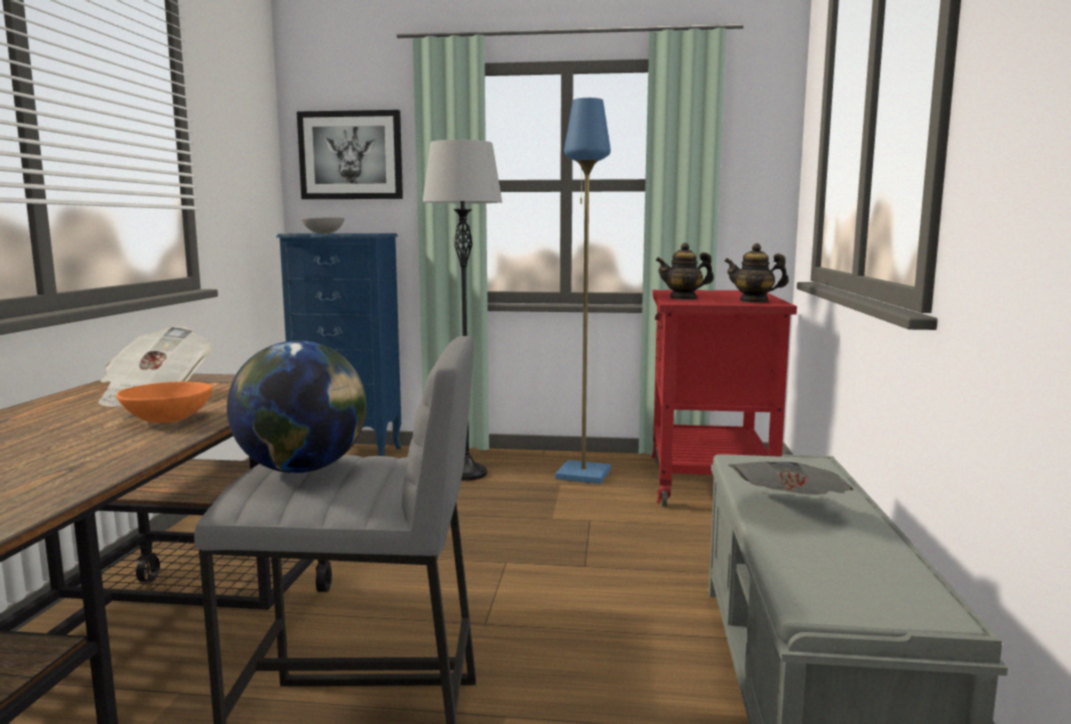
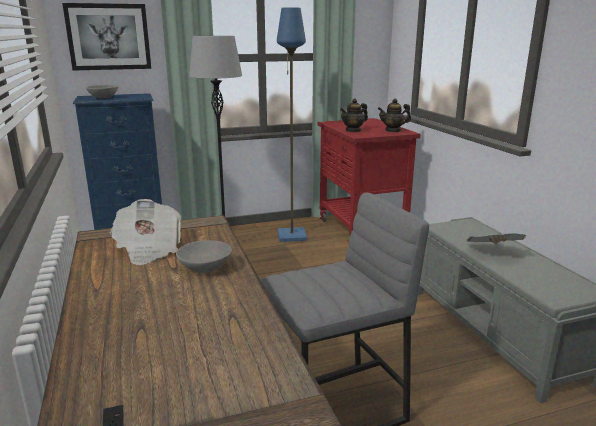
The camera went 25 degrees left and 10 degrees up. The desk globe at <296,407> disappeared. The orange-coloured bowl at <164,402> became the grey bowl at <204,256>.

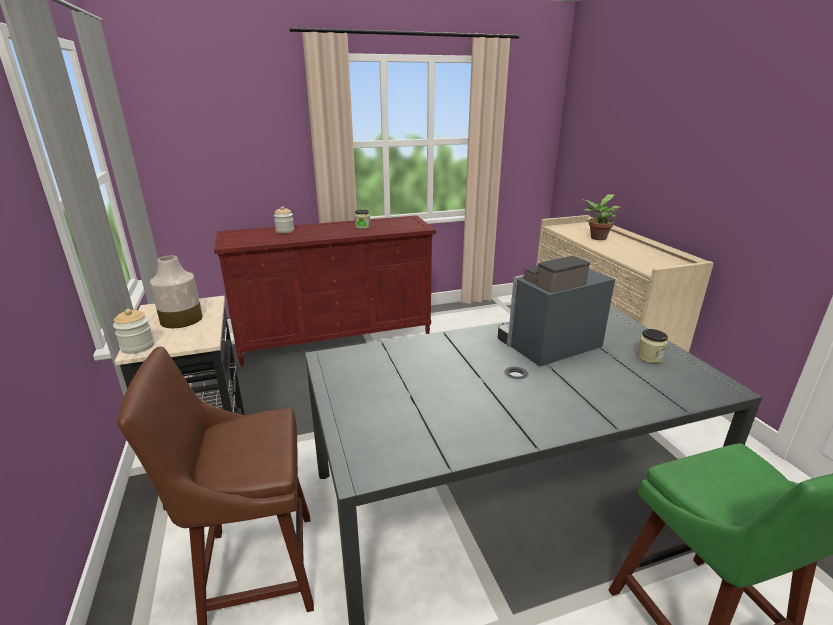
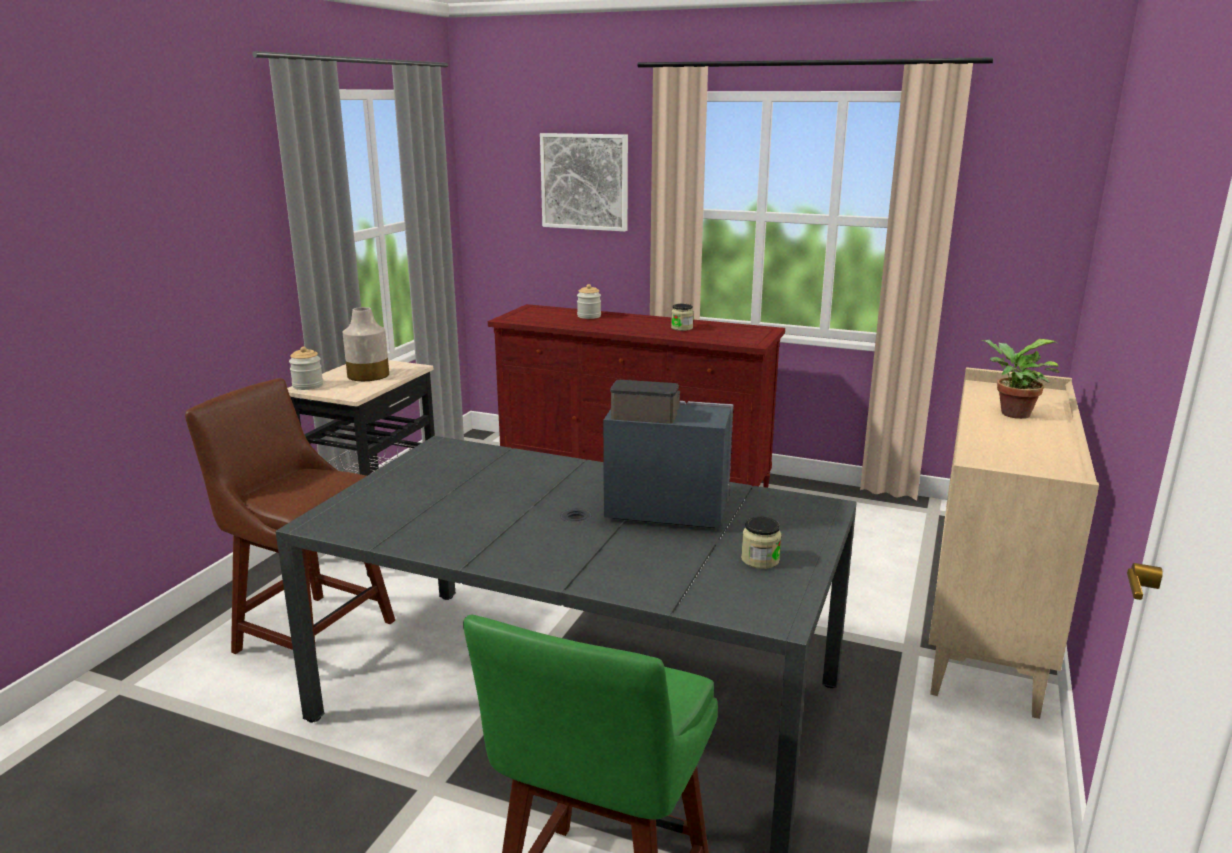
The camera went 40 degrees right and 5 degrees down. The wall art at <584,182> appeared.

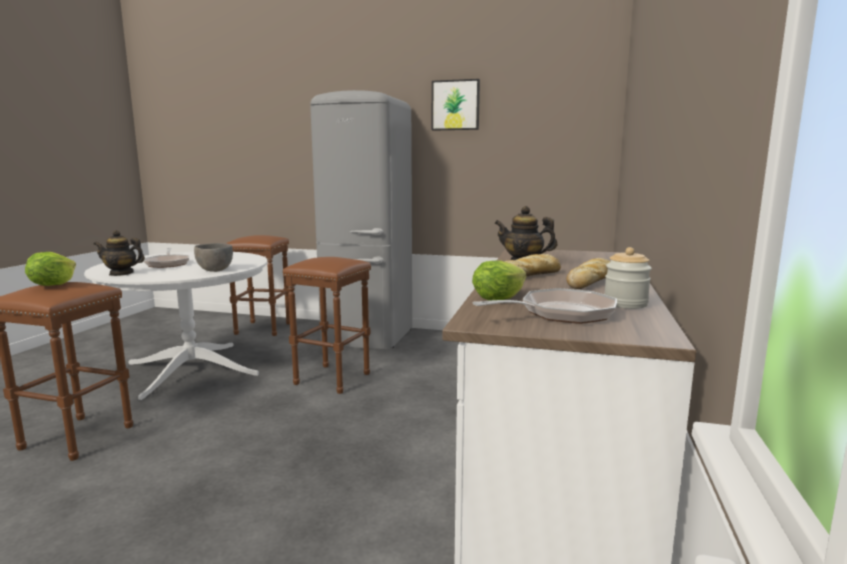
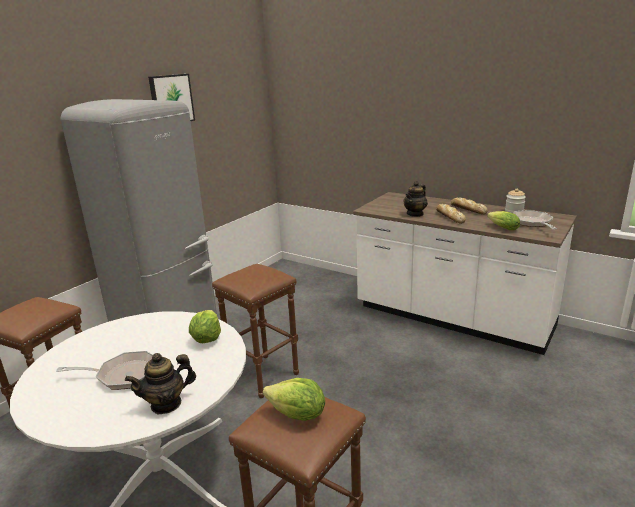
The camera went 70 degrees left and 10 degrees up. The grey bowl at <213,257> was replaced by the lettuce at <205,326>. The tea pot at <119,253> turned 45 degrees clockwise.

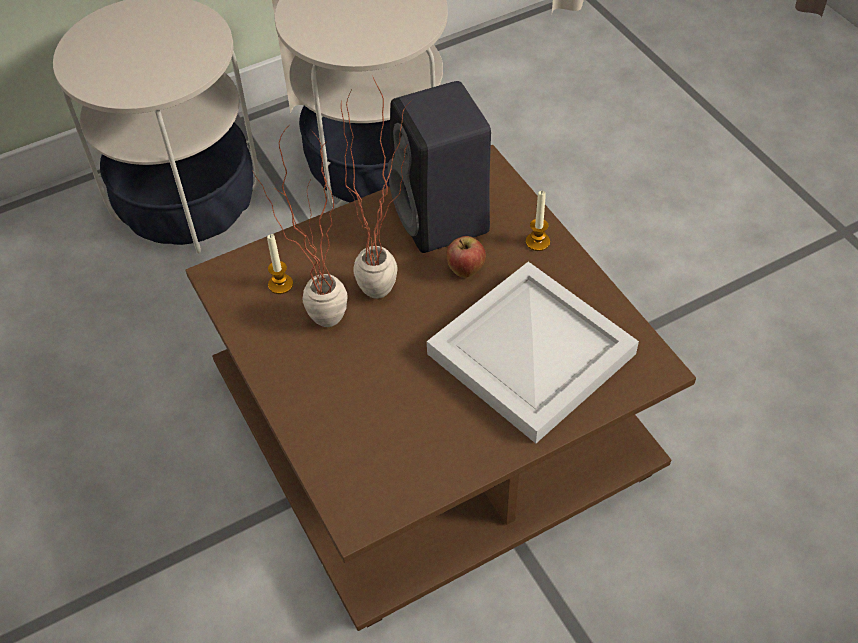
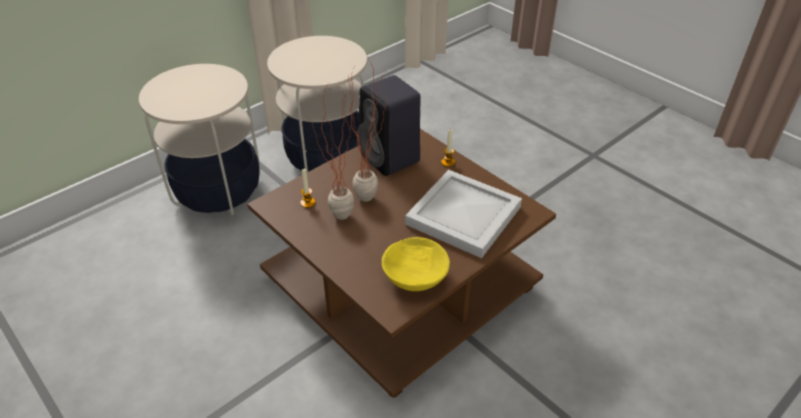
The camera went 15 degrees left and 10 degrees down. The whole apple at <466,256> disappeared. The yellowish bowl at <416,264> appeared.

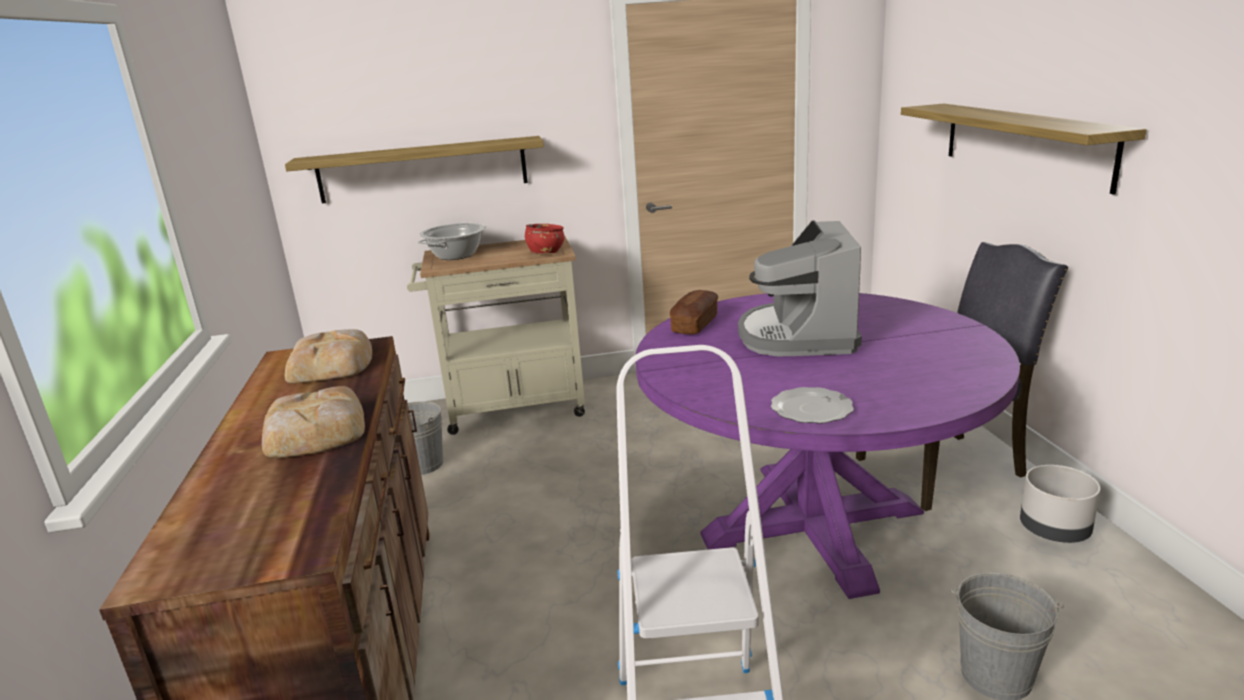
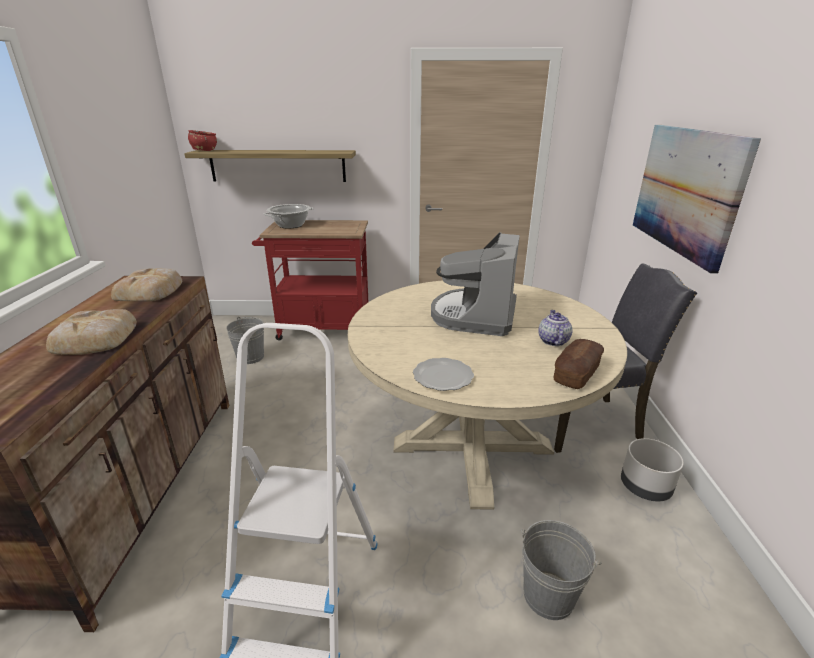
The camera went 10 degrees right and 5 degrees up. The tea pot at <555,328> appeared. The red bowl moved from <544,238> to <202,140>. The bread moved from <694,312> to <578,364>. The shelf at <1024,149> was replaced by the wall art at <697,199>. The beige-coloured trolley at <496,335> became the red trolley at <310,280>. The purplish kitchen table at <828,446> became the beige-coloured kitchen table at <487,395>.

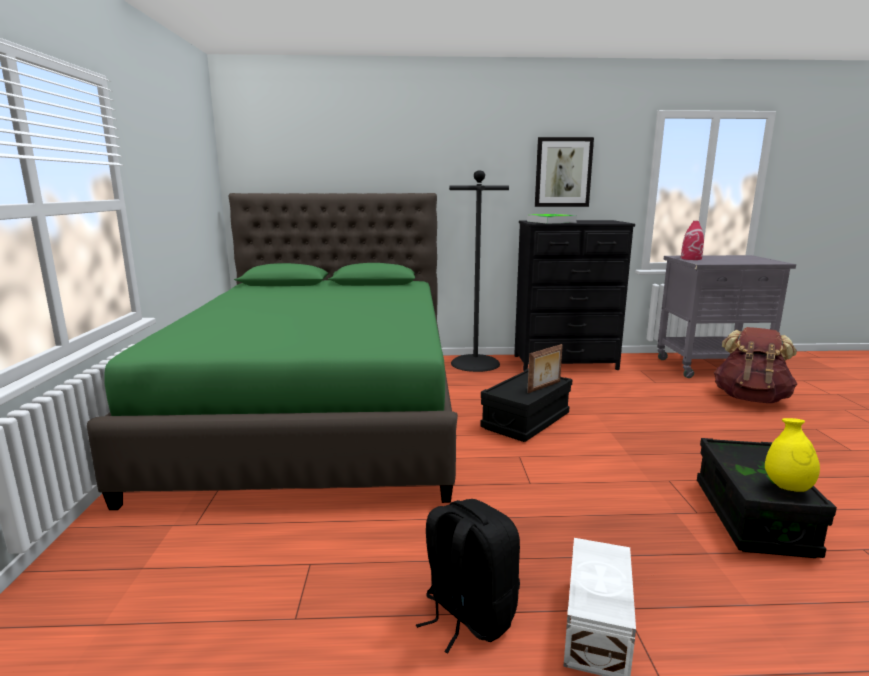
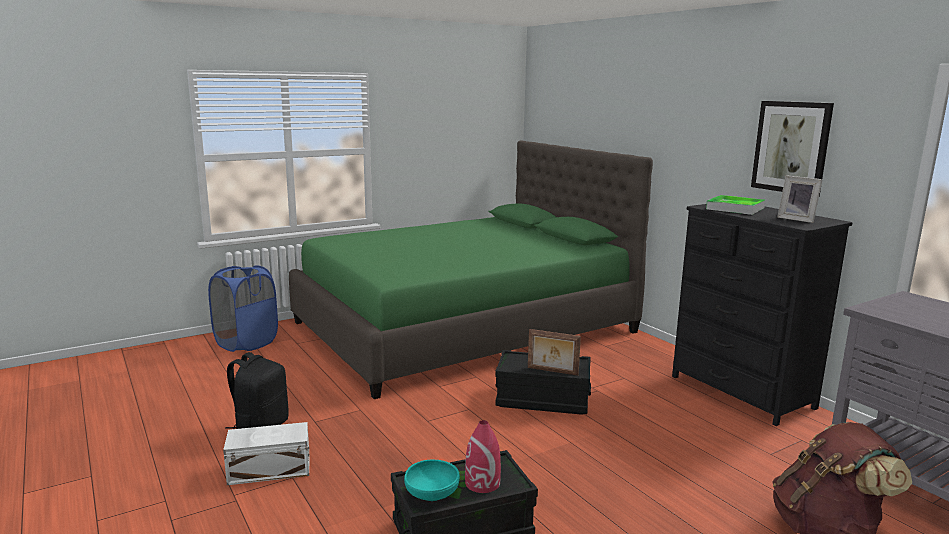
The camera went 60 degrees right and 0 degrees up. The black garment rack at <479,271> disappeared. The blue laundry basket at <243,308> appeared. The standing frame at <800,199> appeared. The red decorative vase moved from <692,240> to <483,456>. The yellowish decorative vase at <792,455> was replaced by the blue-green bowl at <432,480>.

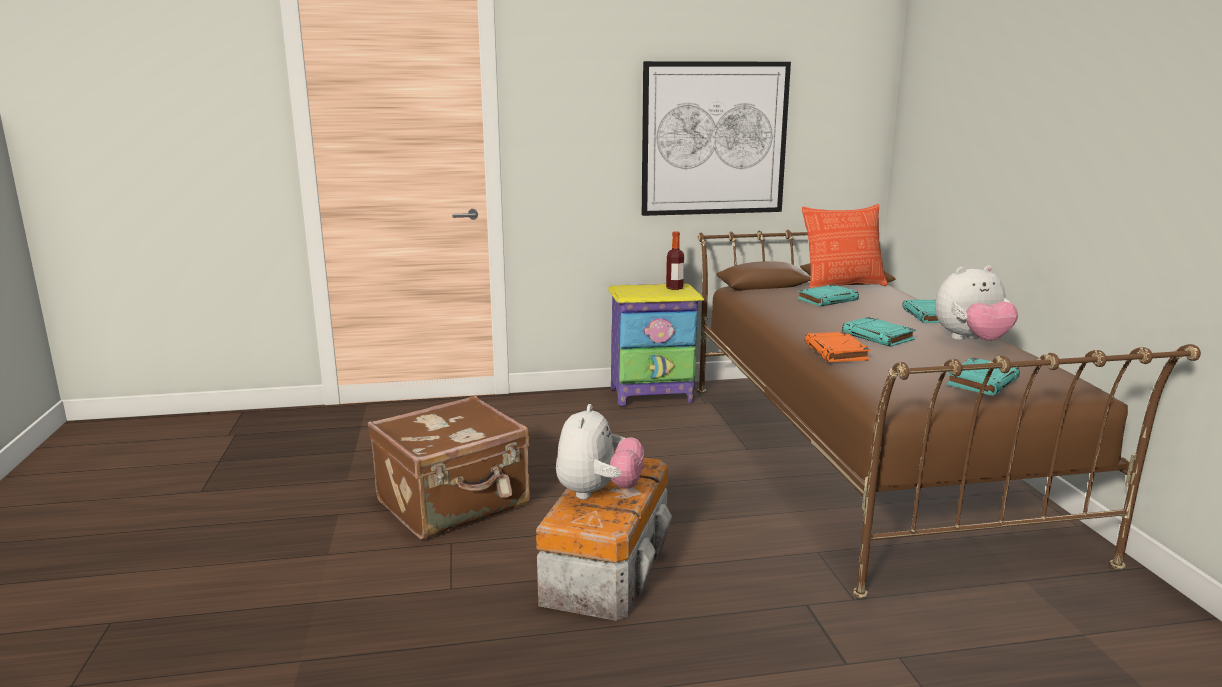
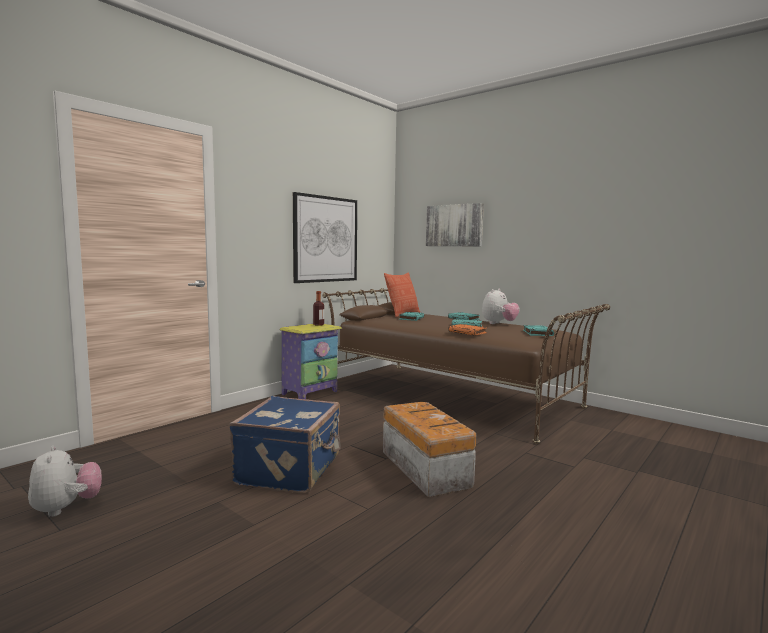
The camera went 40 degrees left and 10 degrees down. The wall art at <455,224> appeared. The soft toy moved from <600,451> to <65,481>. The brown-coloured piece of luggage at <449,467> became the blue piece of luggage at <285,445>.

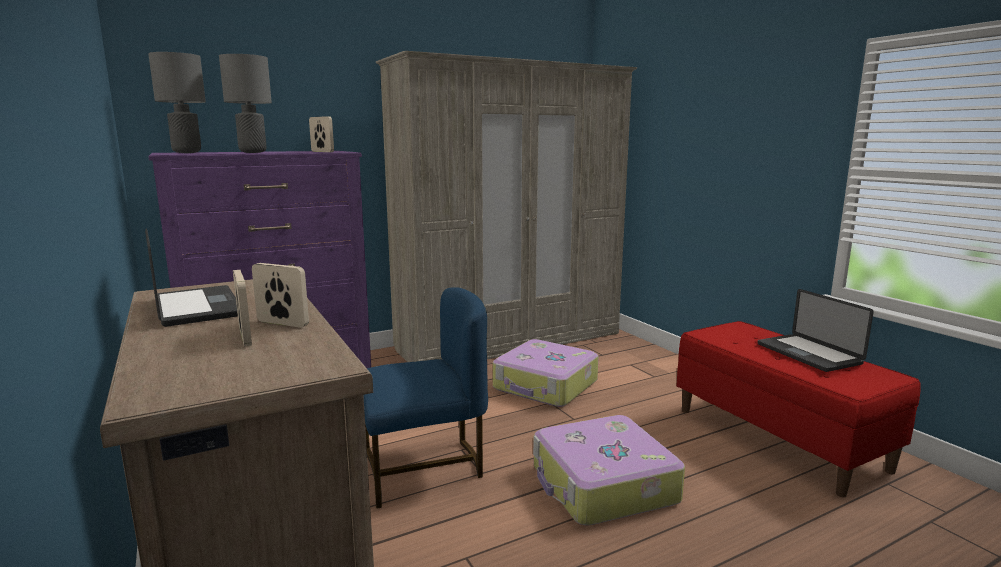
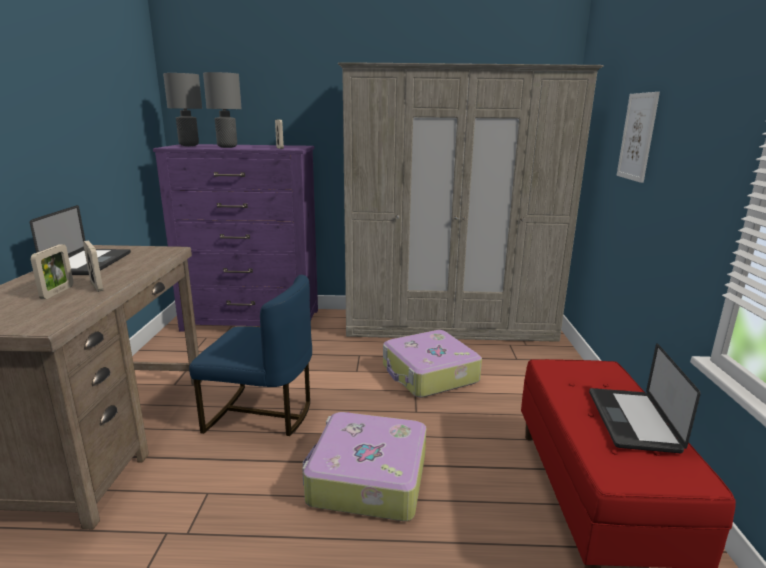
The camera went 30 degrees right and 5 degrees up. The wall art at <638,137> appeared.

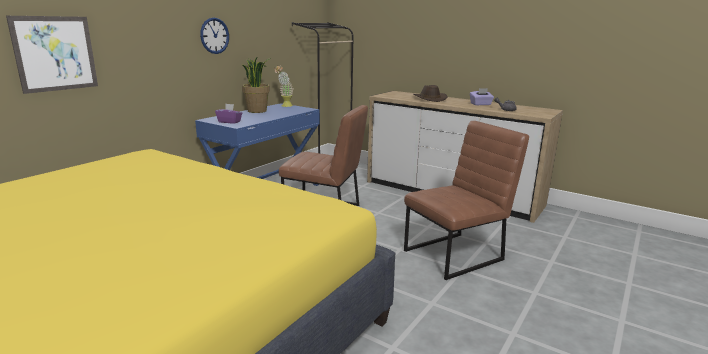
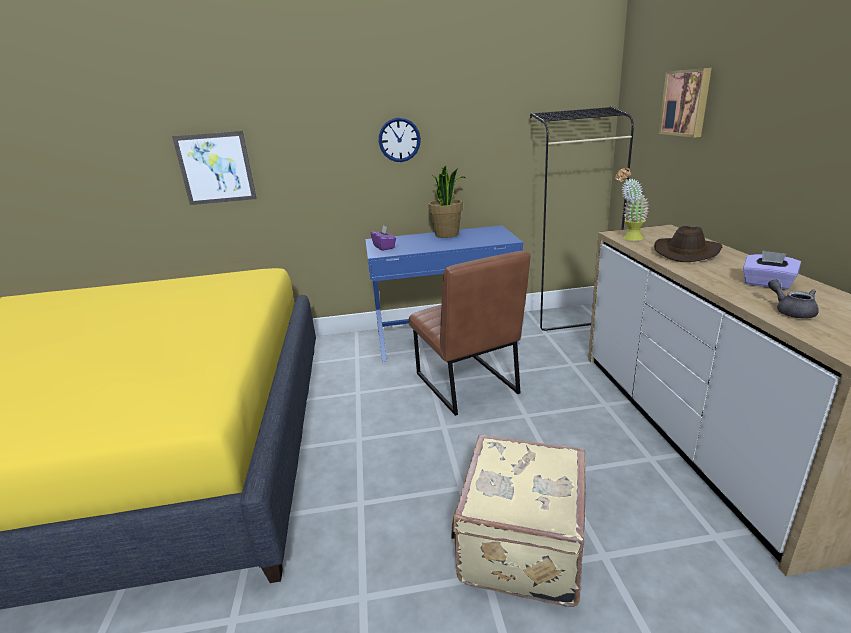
The camera went 50 degrees right and 5 degrees up. The wall art at <685,103> appeared. The potted plant moved from <283,86> to <632,204>. The brown-coloured upright chair at <466,200> was replaced by the beige-coloured piece of luggage at <518,520>.

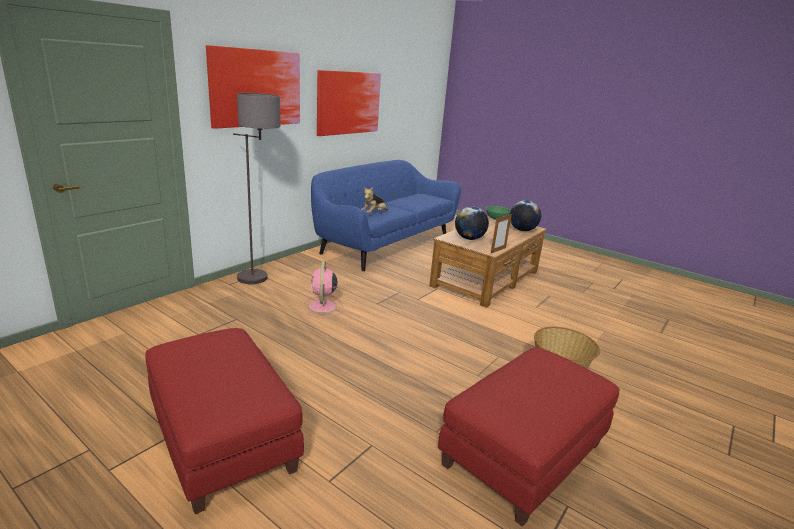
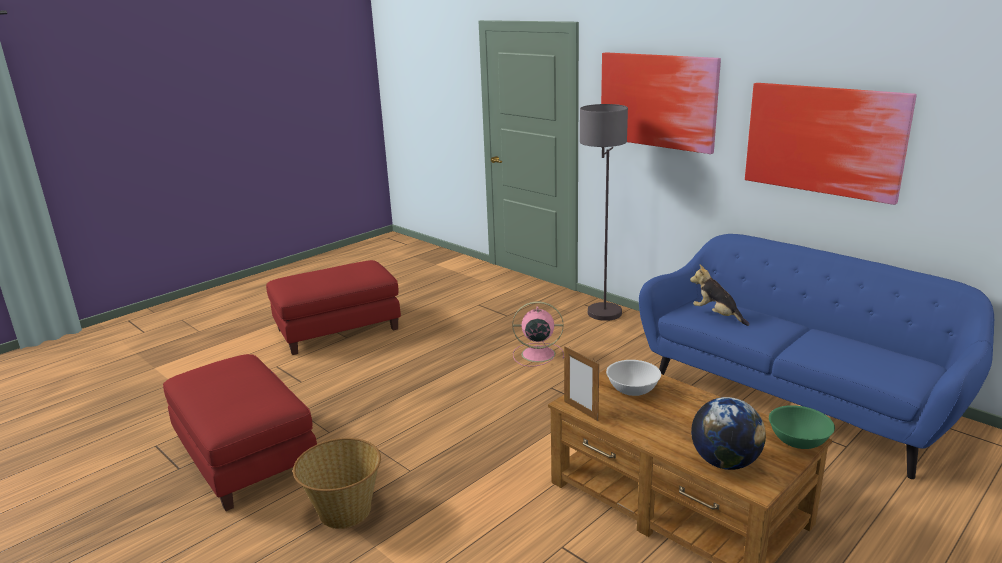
The camera went 100 degrees right and 0 degrees up. The desk globe at <472,223> was replaced by the white-coloured bowl at <633,378>.

